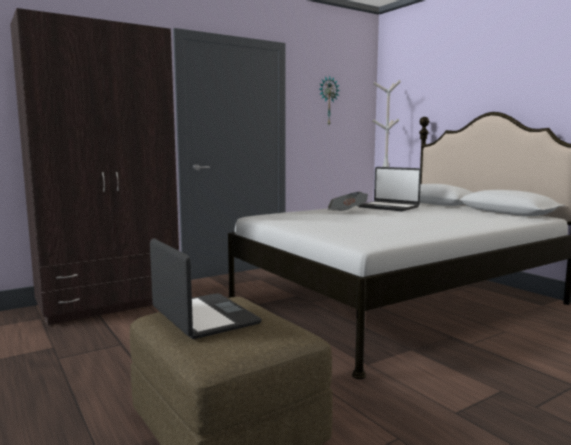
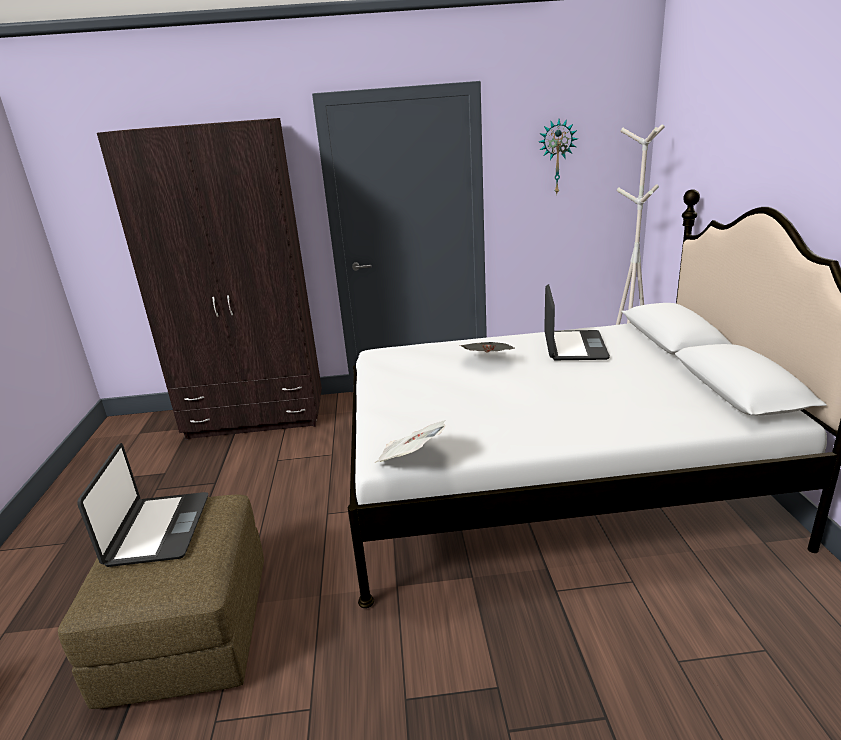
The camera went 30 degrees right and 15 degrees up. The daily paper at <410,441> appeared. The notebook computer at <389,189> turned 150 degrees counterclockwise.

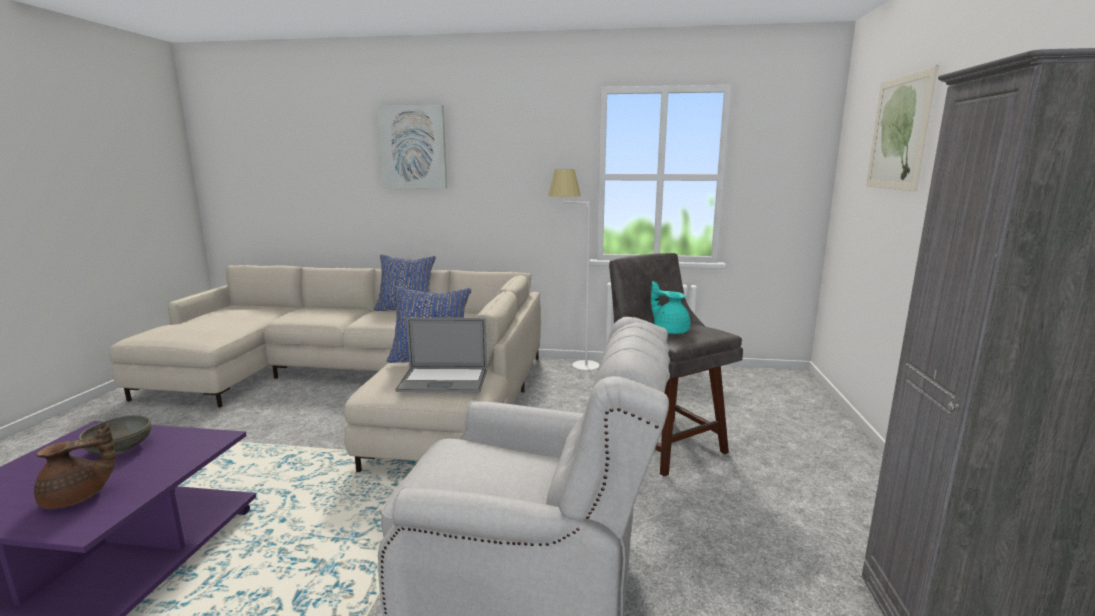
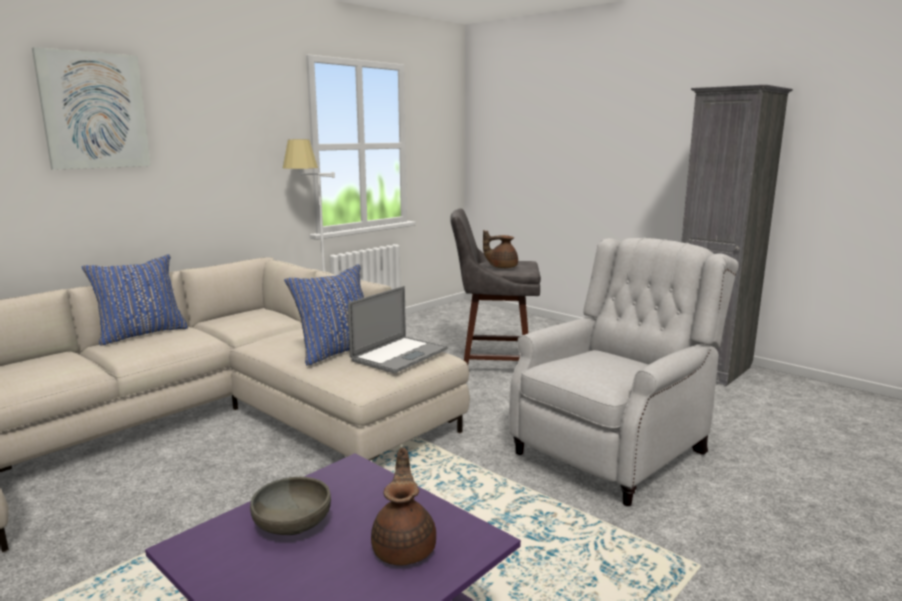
The camera went 55 degrees left and 0 degrees up. The wall art at <902,128> disappeared. The blue-green tea pot at <670,307> became the brown-coloured tea pot at <500,249>.

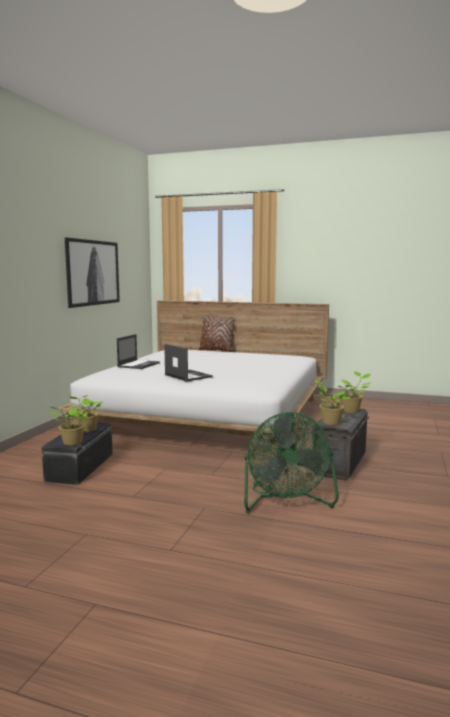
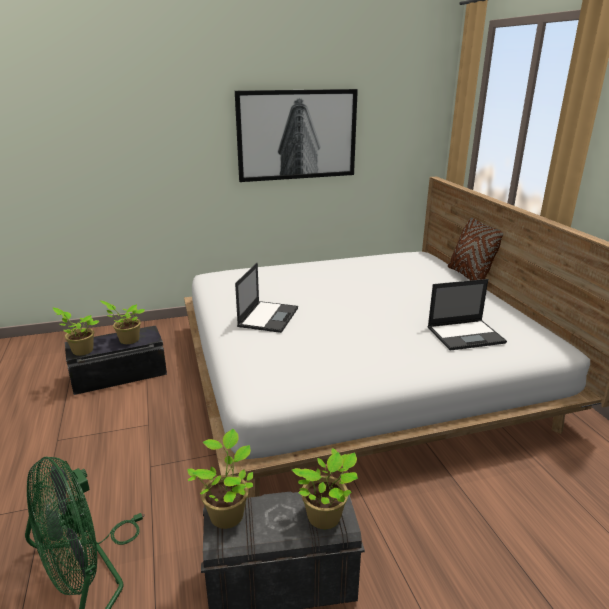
The camera went 55 degrees right and 15 degrees up. The notebook computer moved from <138,351> to <467,314>.

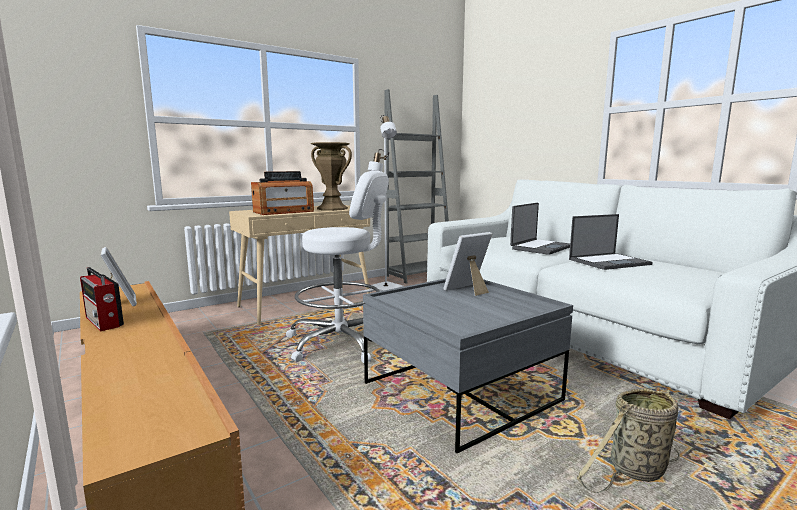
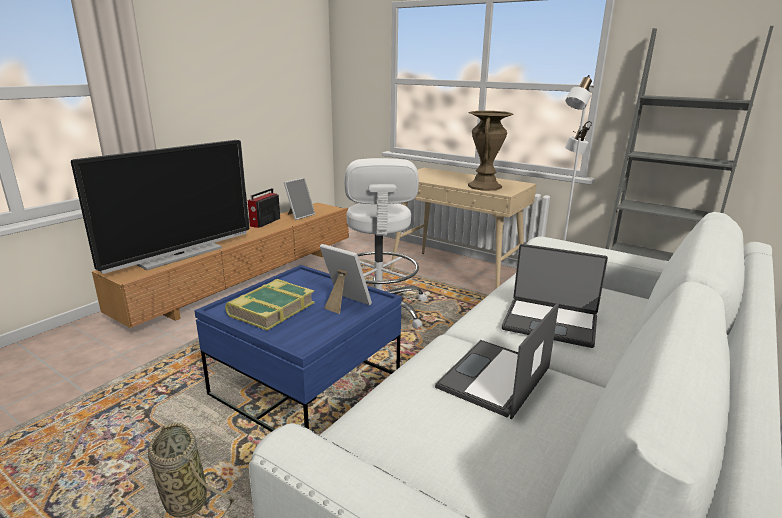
The camera went 70 degrees right and 10 degrees up. The radio receiver at <282,193> disappeared. The TV at <160,207> appeared. The volume at <270,305> appeared. The grey coffee table at <468,366> became the blue coffee table at <298,348>. The notebook computer at <611,242> turned 75 degrees clockwise.

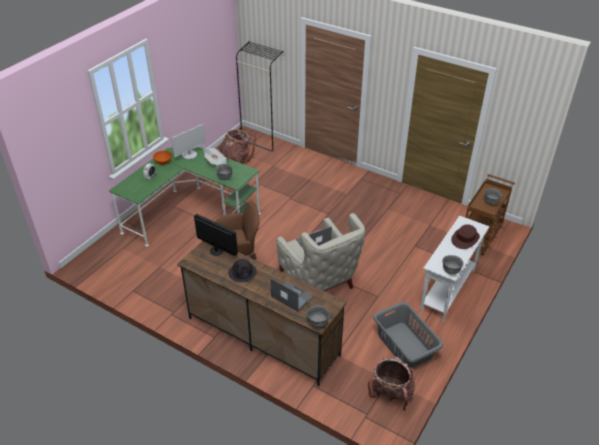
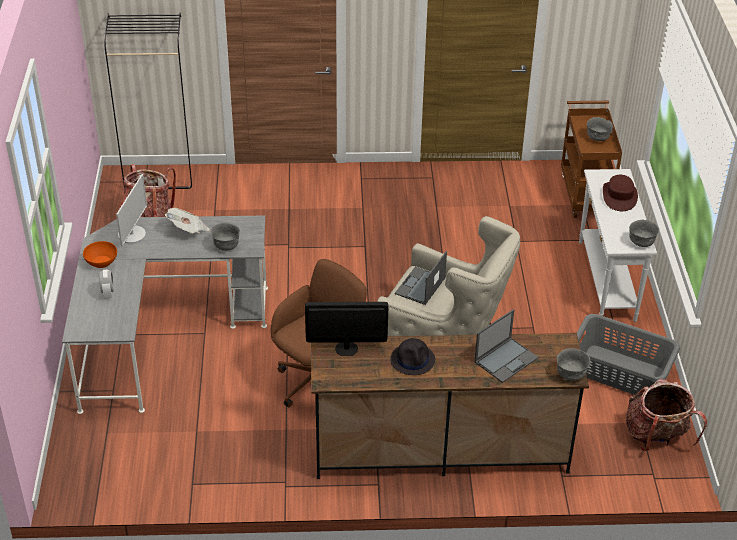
The camera went 35 degrees left and 0 degrees up. The green-coloured desk table at <185,197> became the grey desk table at <165,315>. The notebook computer at <291,295> turned 135 degrees clockwise.

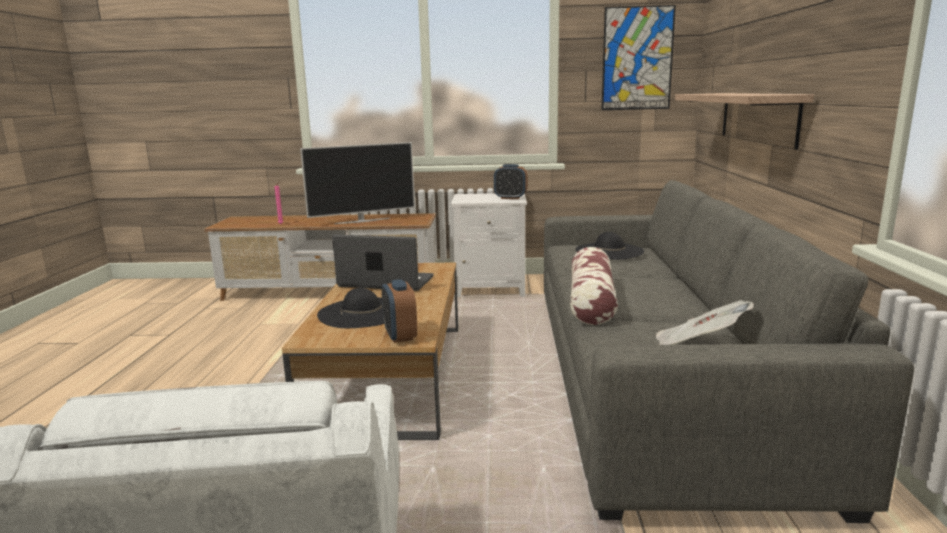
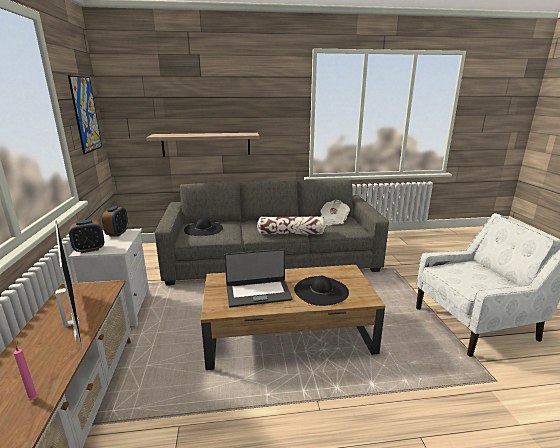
The camera went 100 degrees left and 5 degrees up. The bedside clock moved from <400,311> to <86,236>. The notebook computer at <383,263> turned 105 degrees counterclockwise.

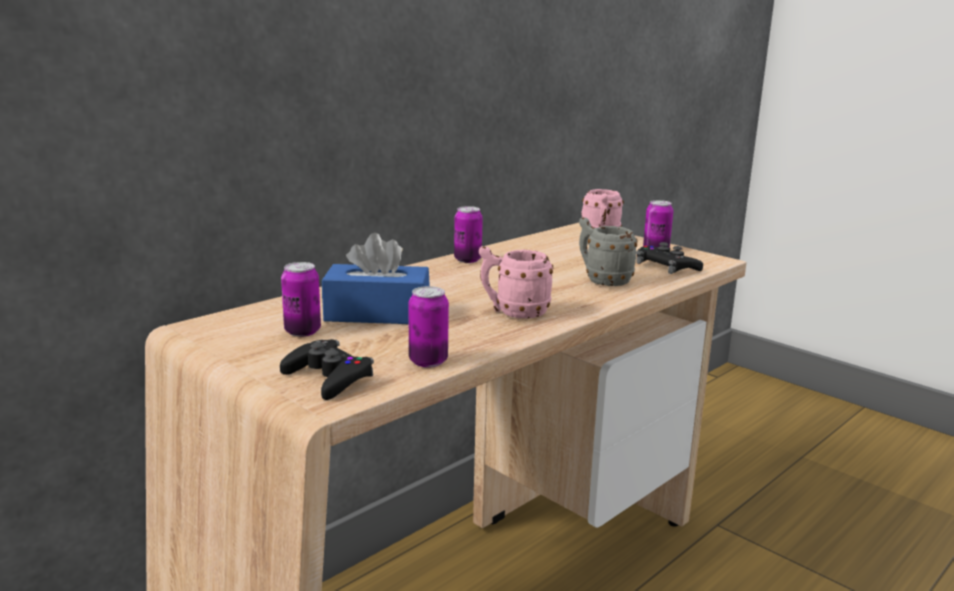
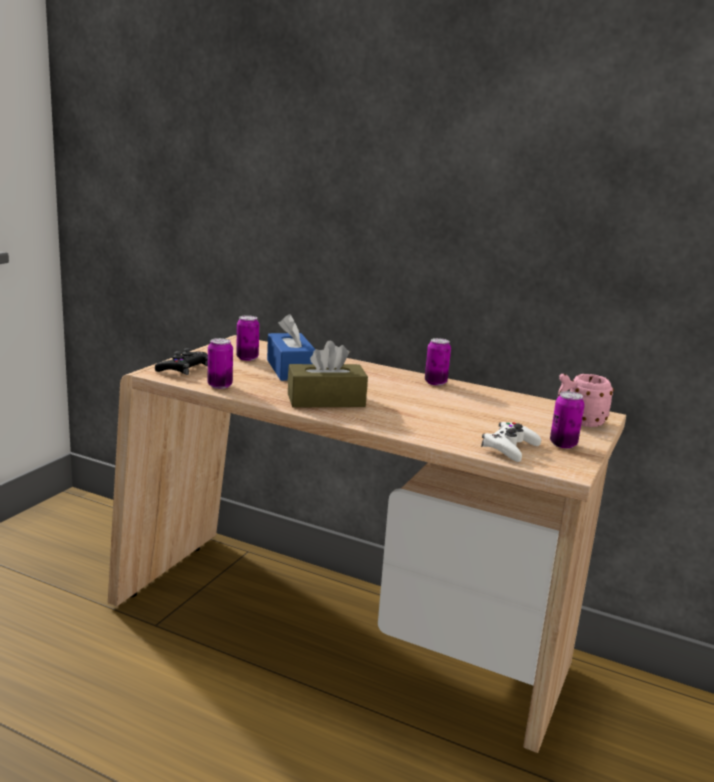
The camera went 70 degrees right and 0 degrees up. The grey coffee mug at <608,251> disappeared. The pinkish coffee mug at <516,282> was replaced by the brown-coloured tissue box at <328,374>. The black gamepad at <669,258> became the white-coloured gamepad at <511,442>.

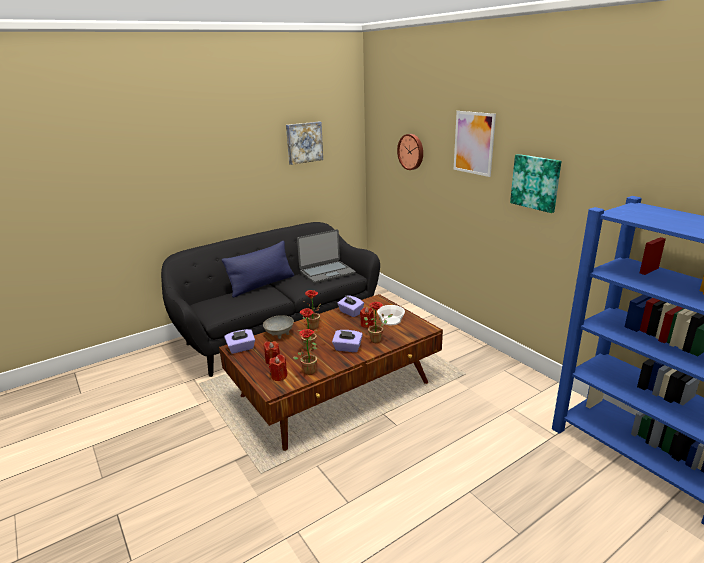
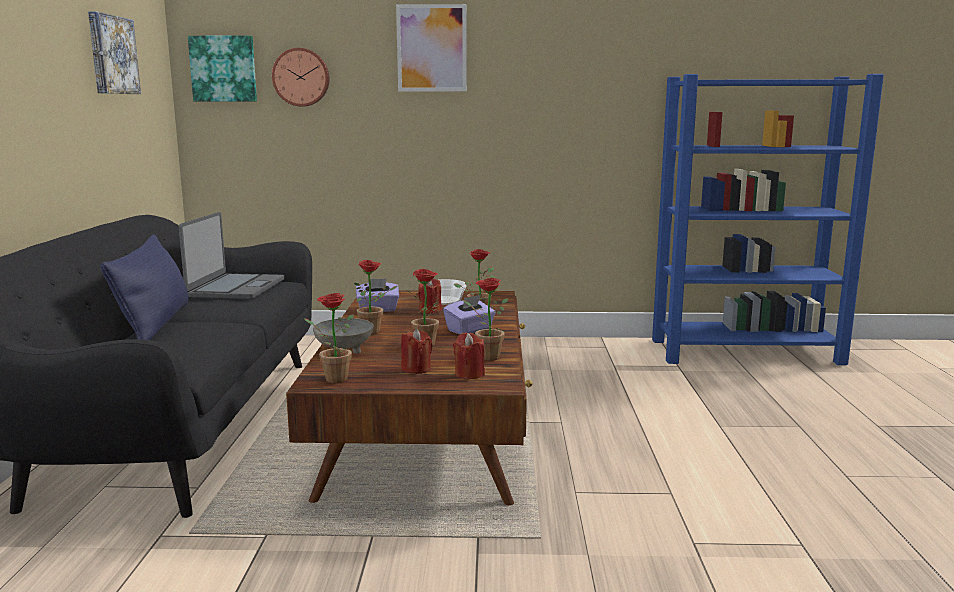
The camera went 55 degrees left and 10 degrees down. The wall art moved from <535,183> to <222,69>. The purplish tissue box at <239,341> was replaced by the potted plant at <329,338>.

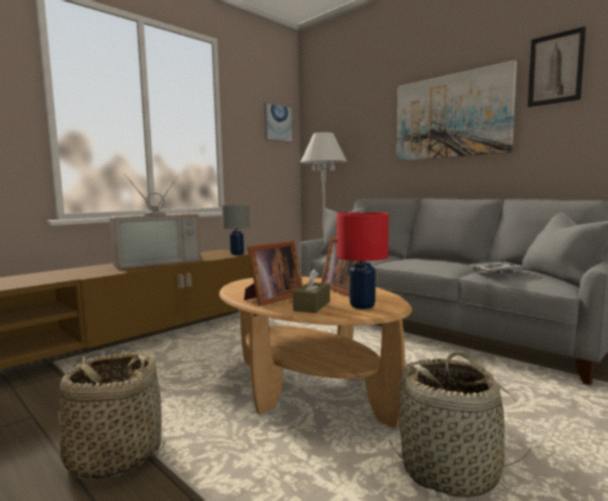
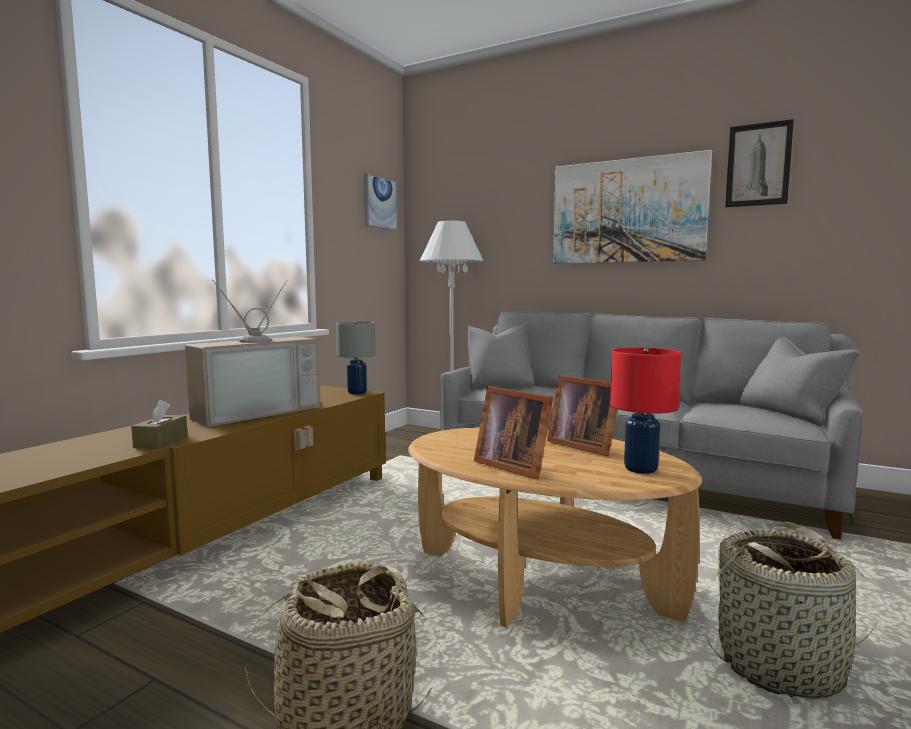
The camera went 15 degrees left and 0 degrees up. The carrying tray at <499,267> disappeared. The brown-coloured tissue box moved from <311,291> to <159,424>. The standing frame at <273,273> turned 105 degrees clockwise.

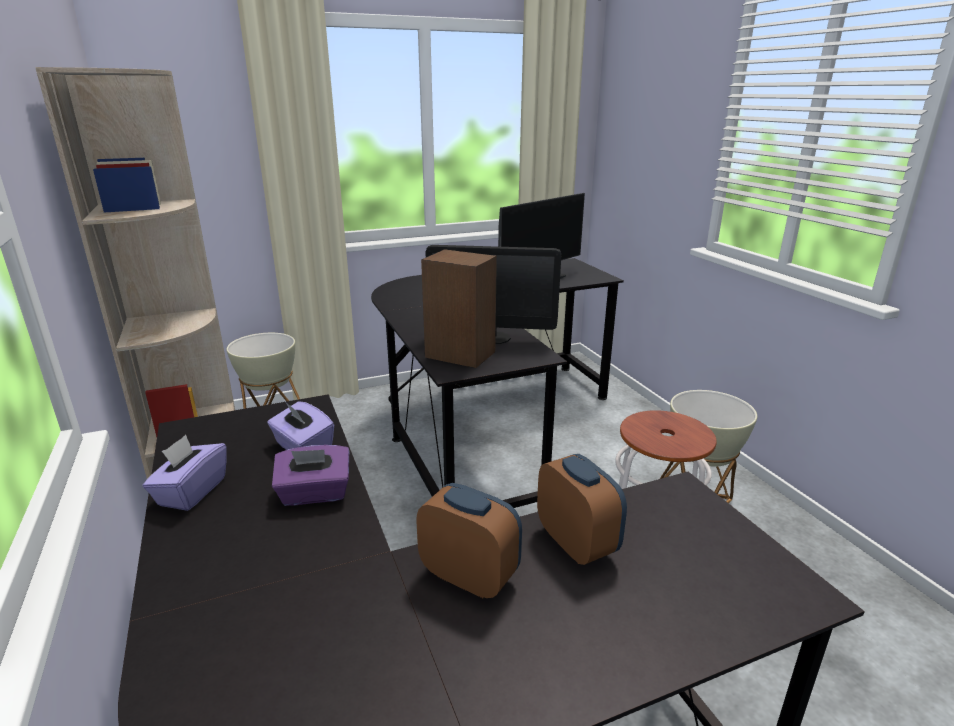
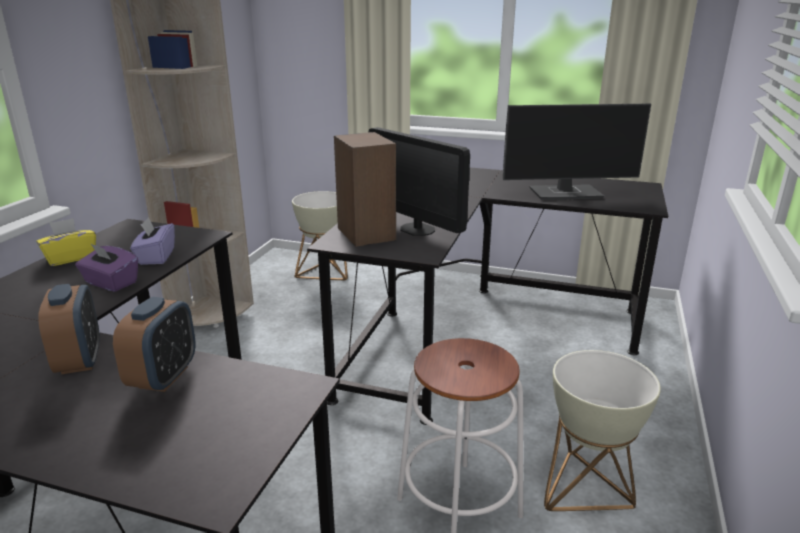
The camera went 40 degrees right and 0 degrees up. The purplish tissue box at <185,473> became the yellowish tissue box at <66,242>.

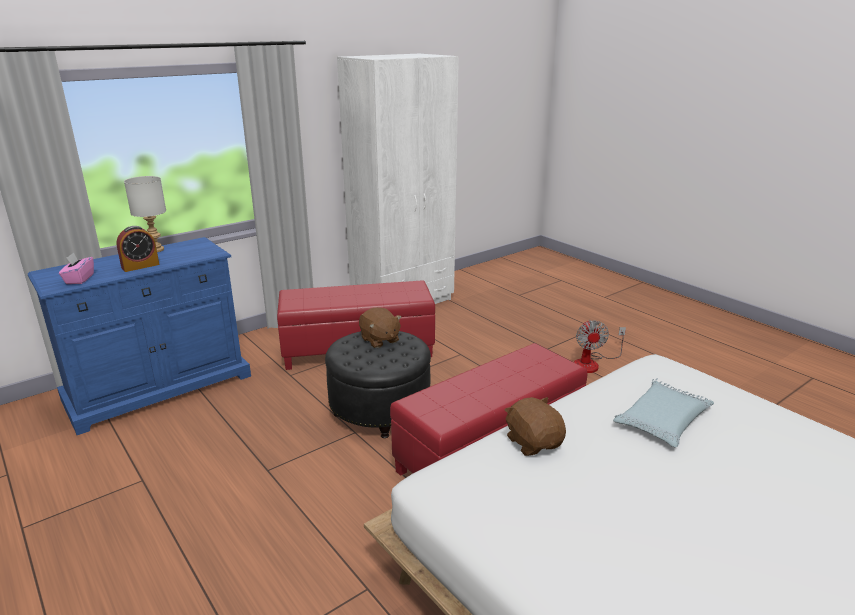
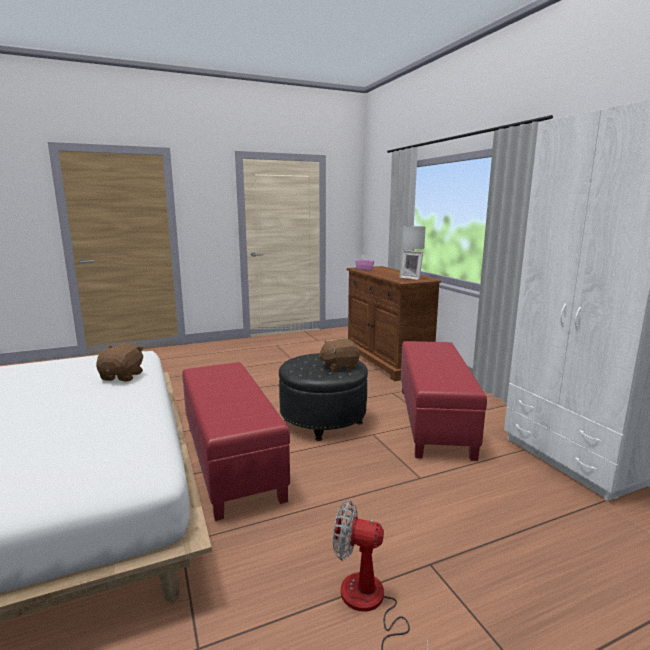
The camera went 105 degrees right and 10 degrees down. The bedside clock at <137,249> disappeared. The blue cushion at <663,412> disappeared. The standing frame at <411,265> appeared. The blue drawer chest at <139,336> became the brown-coloured drawer chest at <393,323>. The brown-coloured soft toy at <535,426> turned 75 degrees counterclockwise.

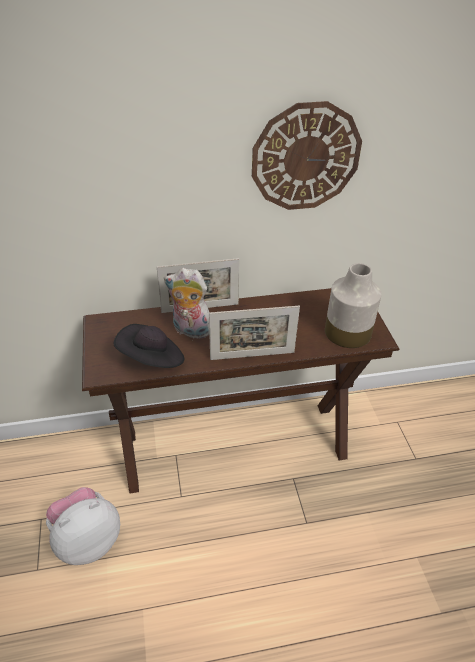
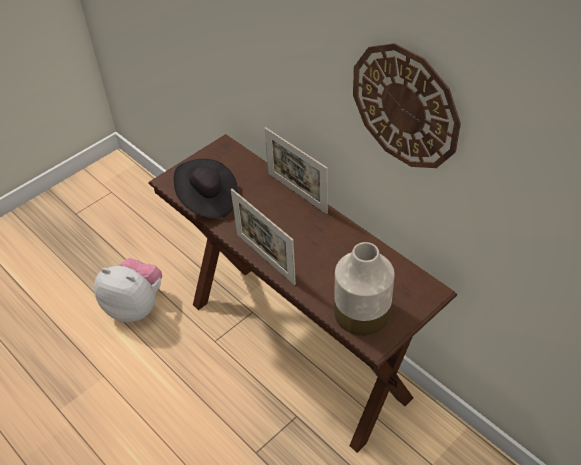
The camera went 60 degrees right and 5 degrees up. The soft toy at <187,303> disappeared.

